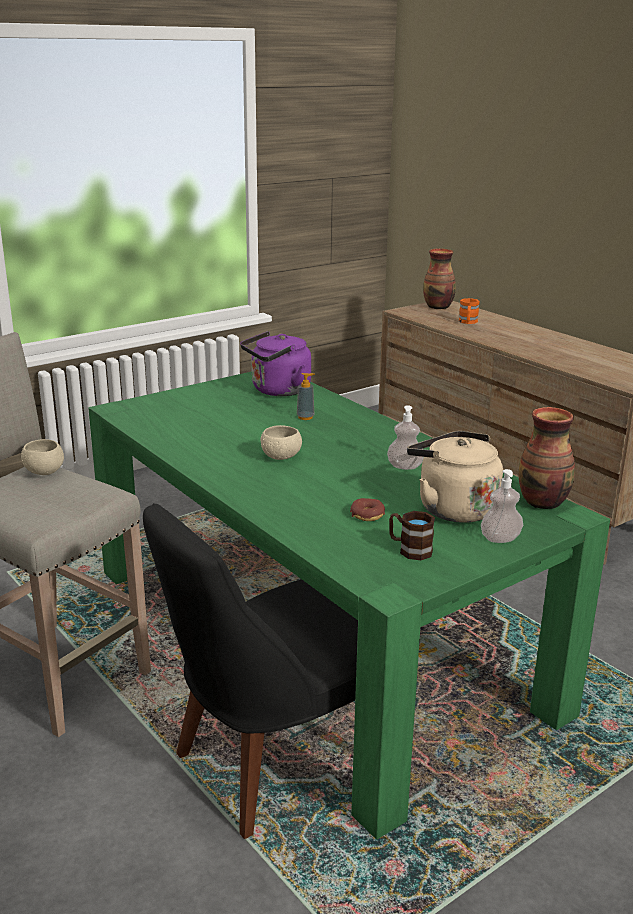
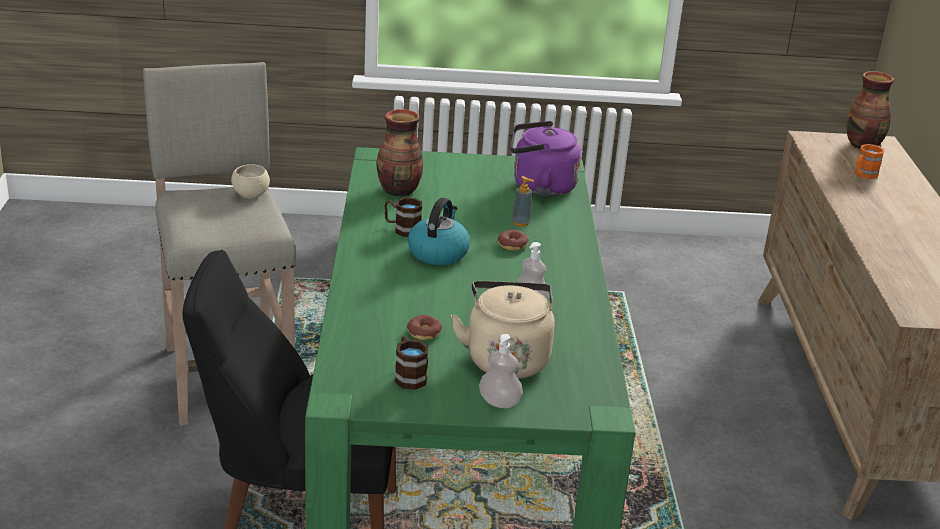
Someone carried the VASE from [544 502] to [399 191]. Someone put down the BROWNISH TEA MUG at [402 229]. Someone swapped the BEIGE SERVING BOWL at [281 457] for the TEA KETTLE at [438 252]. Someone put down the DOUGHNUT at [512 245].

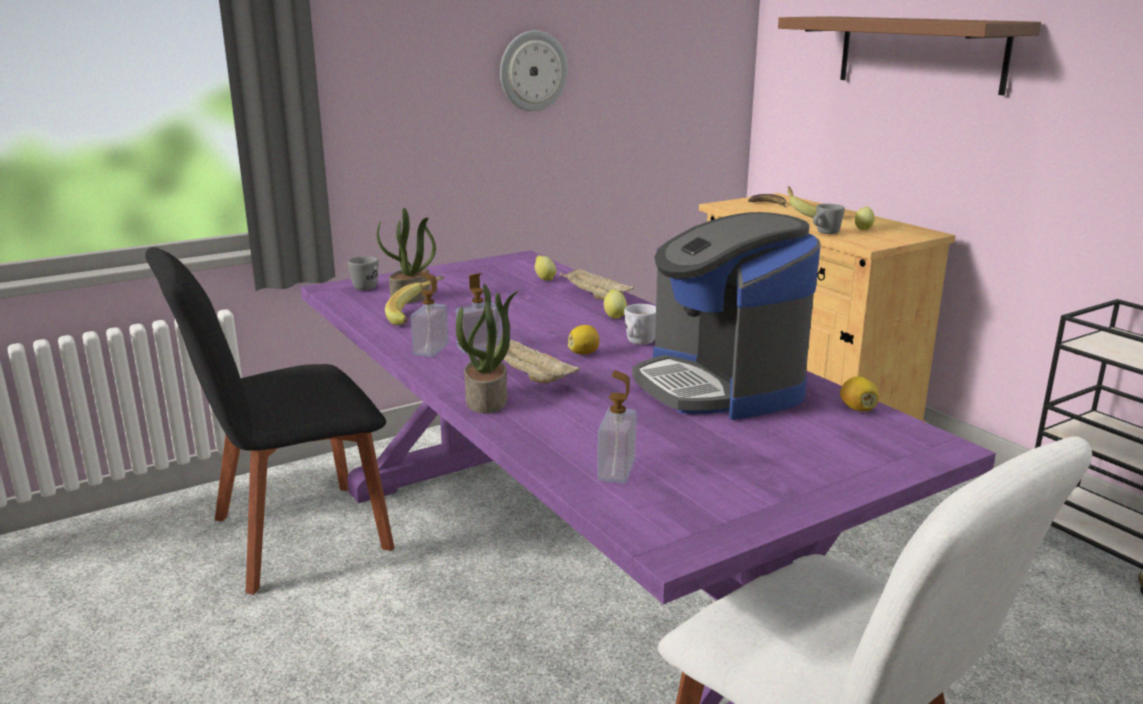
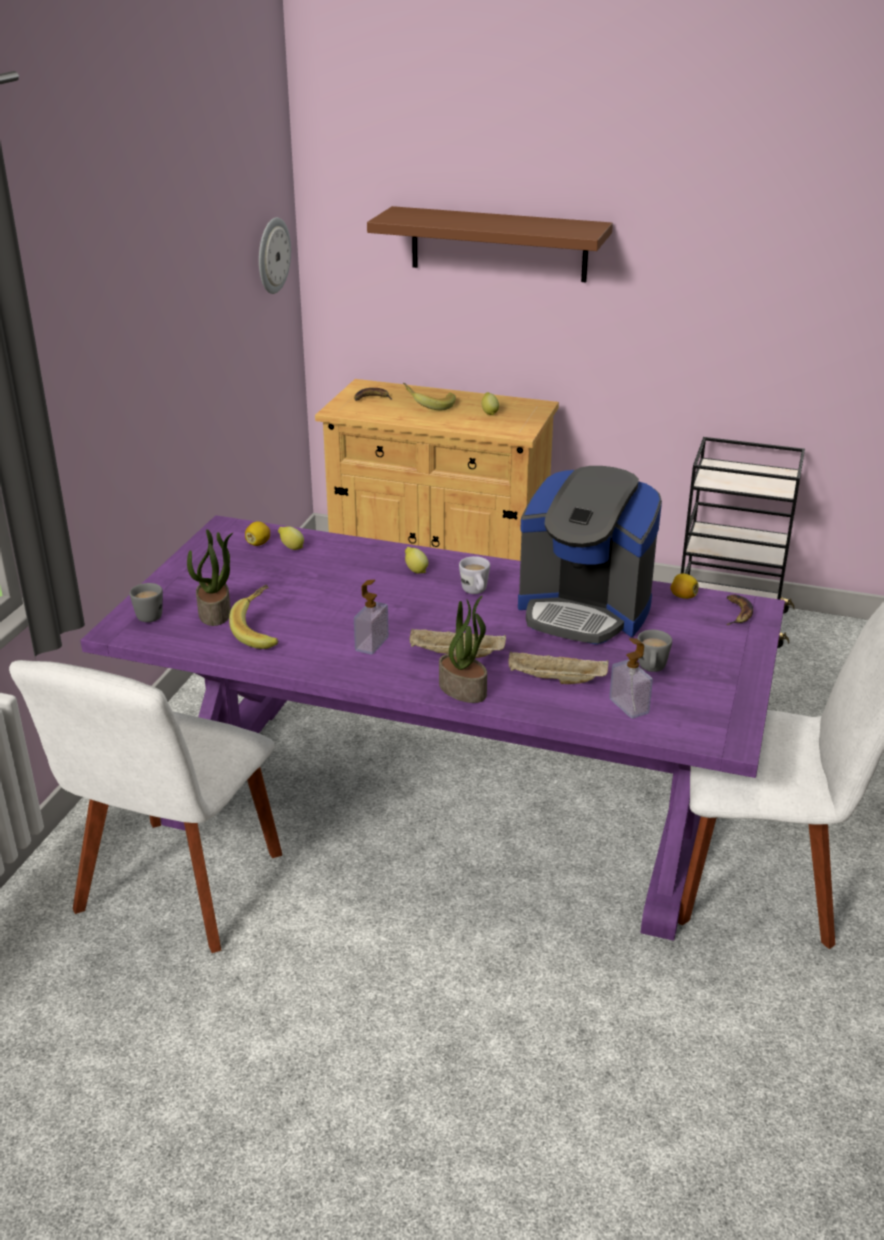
Someone repainted the BLACKISH CHAIR at [291 537], which became the WHITISH CHAIR at [175 890]. Someone carried the CITRUS FRUIT from [584 353] to [258 543]. Someone carried the HANGING CLOCK from [533 71] to [272 255]. Someone carried the BEIGE TRAY from [594 296] to [555 680]. Someone carried the GREY TEA MUG from [824 233] to [651 669]. Someone put down the WHOLE BANANA at [737 613]. Someone took away the SOAP BOTTLE at [431 349].

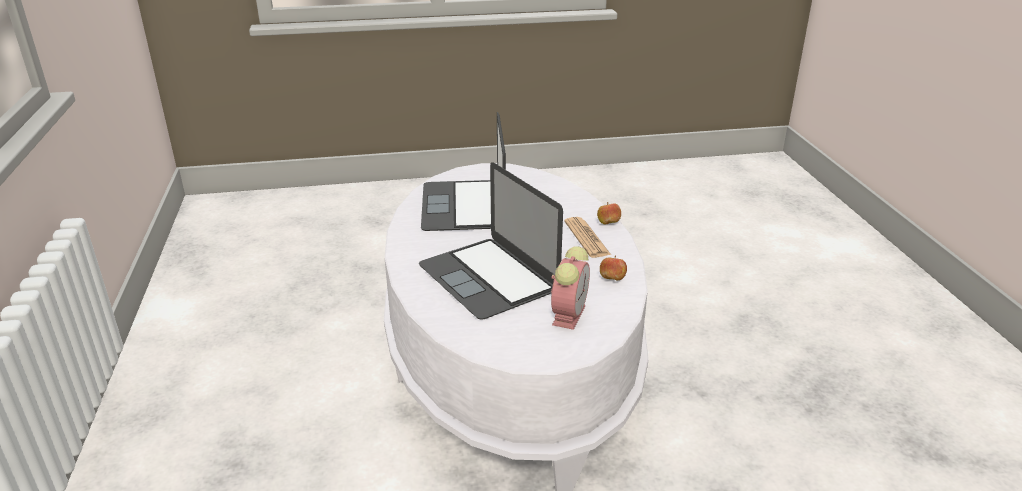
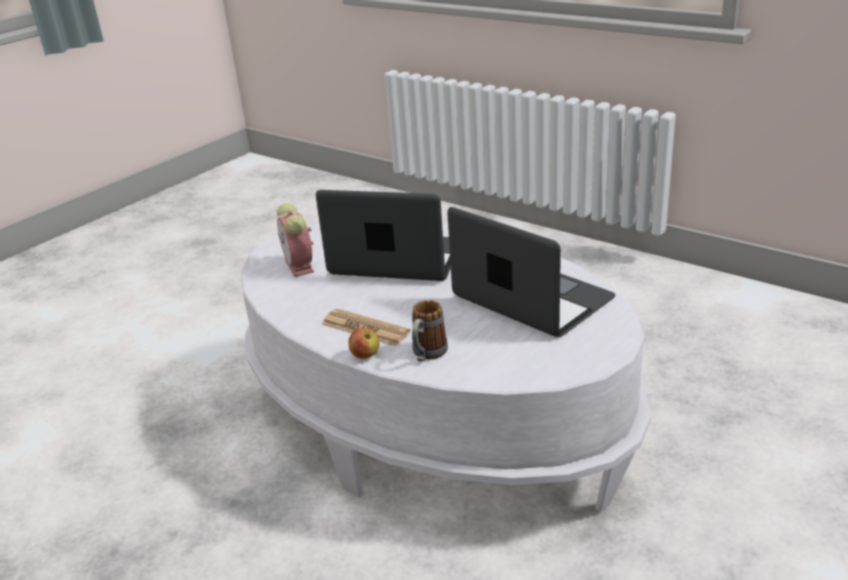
Someone put down the TEA MUG at [427 354]. Someone took away the WHOLE APPLE at [612 279].

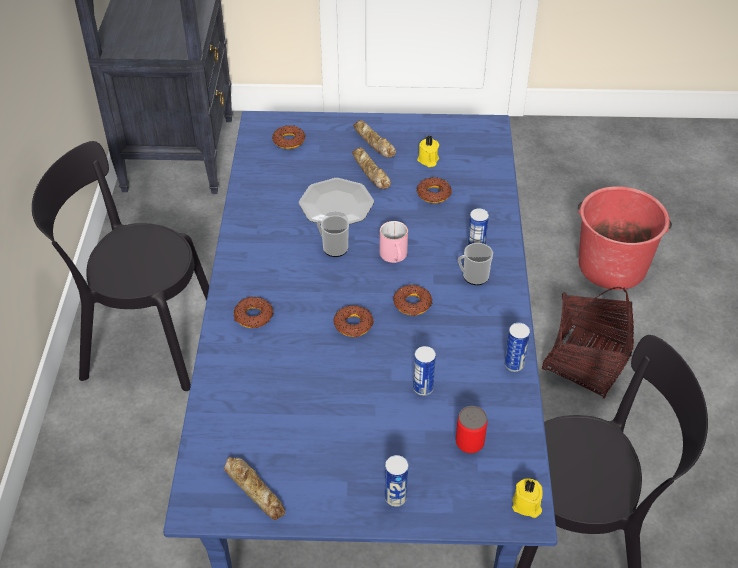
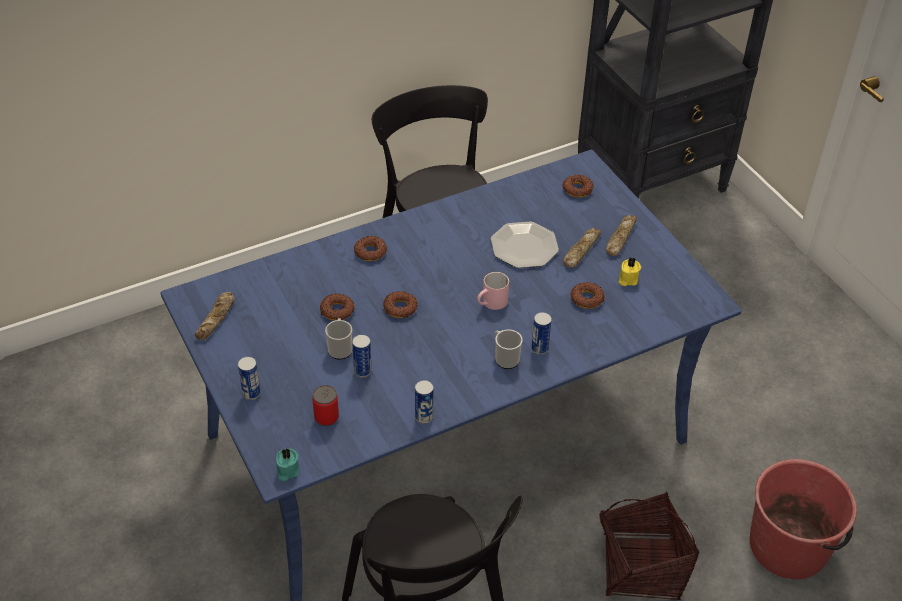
Someone repainted the YELLOW WAX LIGHT at [527 506], which became the TURQUOISE WAX LIGHT at [287 471]. Someone carried the DOUGHNUT from [412 304] to [337 310]. Someone carried the TEA MUG from [332 247] to [340 348].

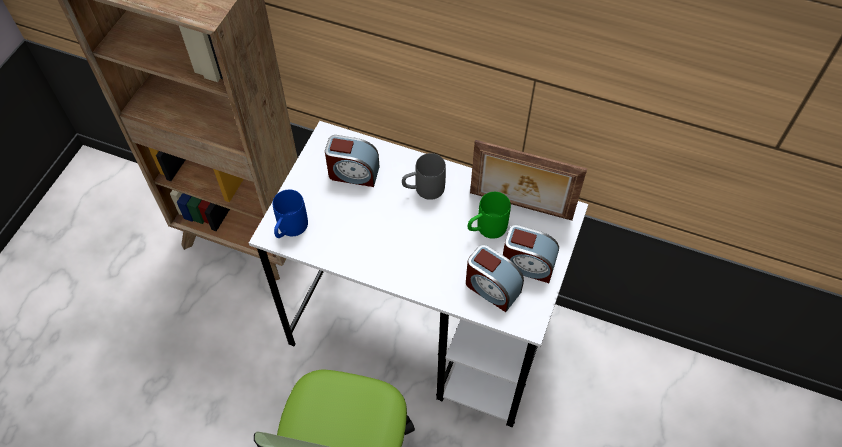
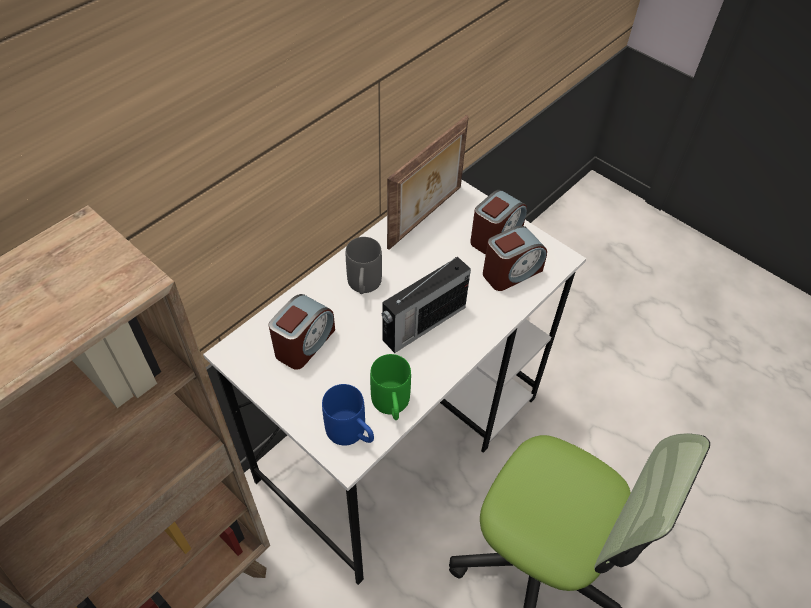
Someone carried the GREEN TEA MUG from [485 229] to [391 406]. Someone put down the RADIO at [422 324].

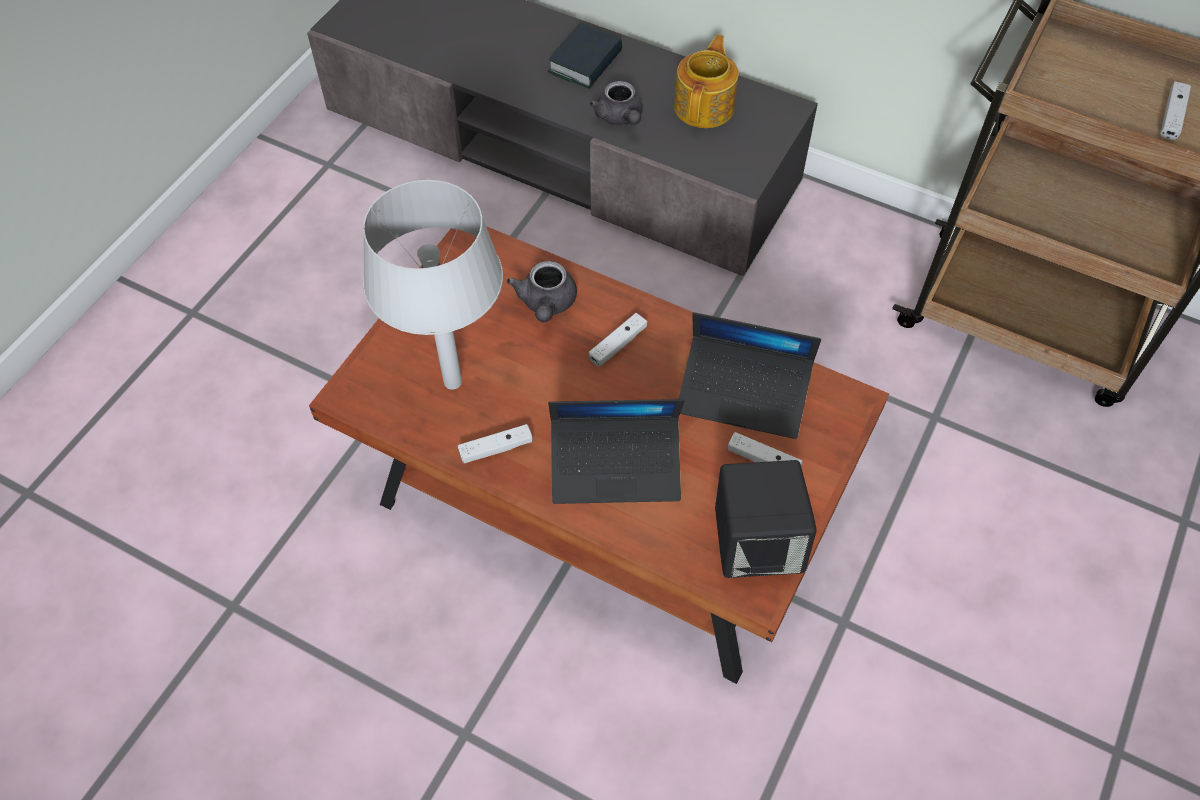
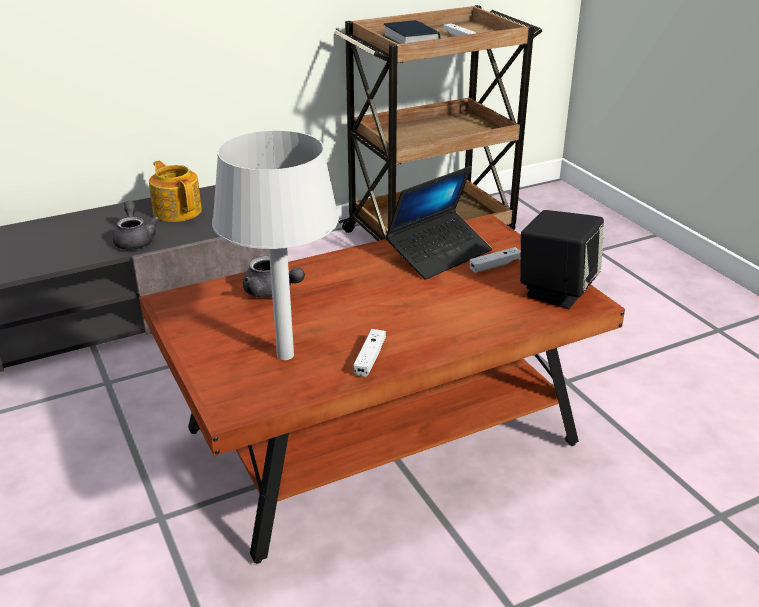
Someone rotated the GREY POT FOR TEA at [620 118] by 120 degrees counterclockwise. Someone carried the BOOK from [585 62] to [411 41]. Someone took away the LAPTOP at [616 467]. Someone took away the WHITISH GAME CONTROLLER at [618 344].

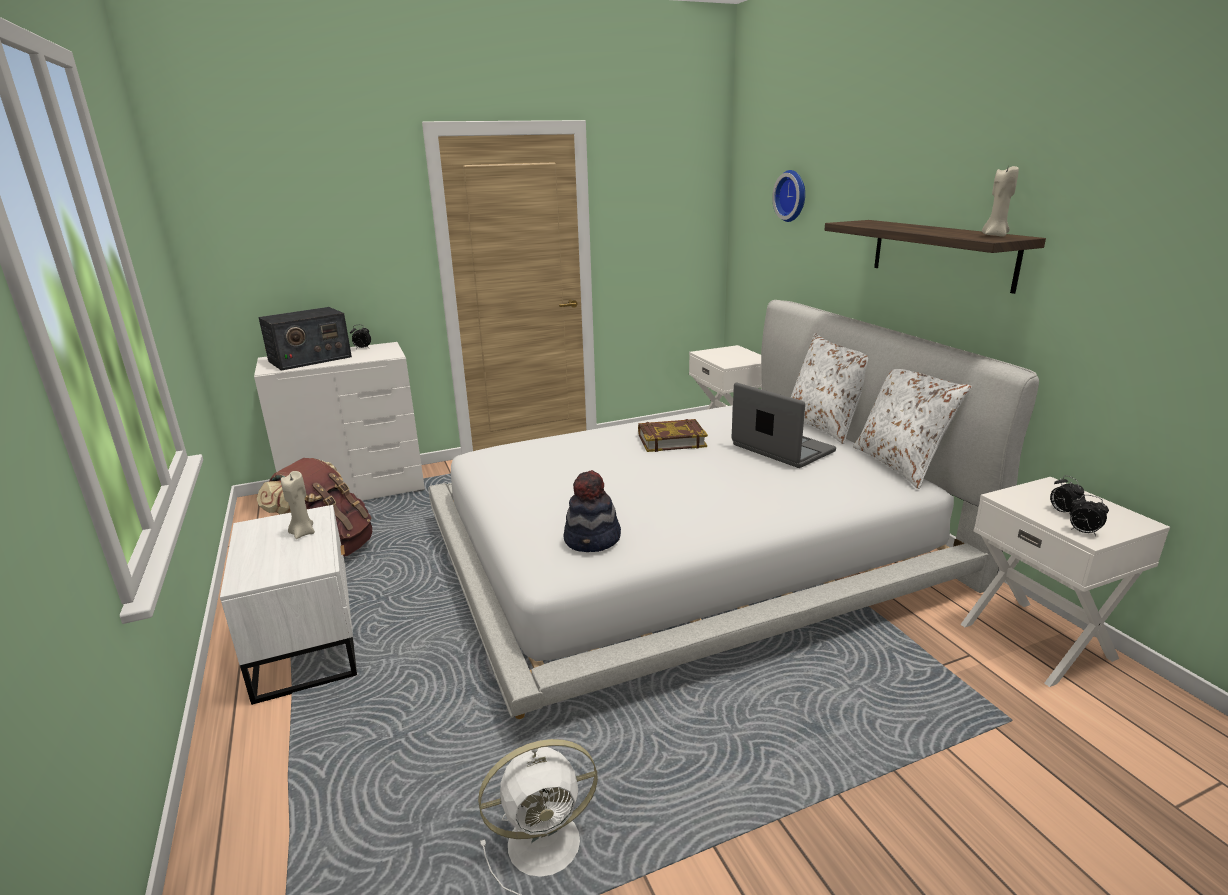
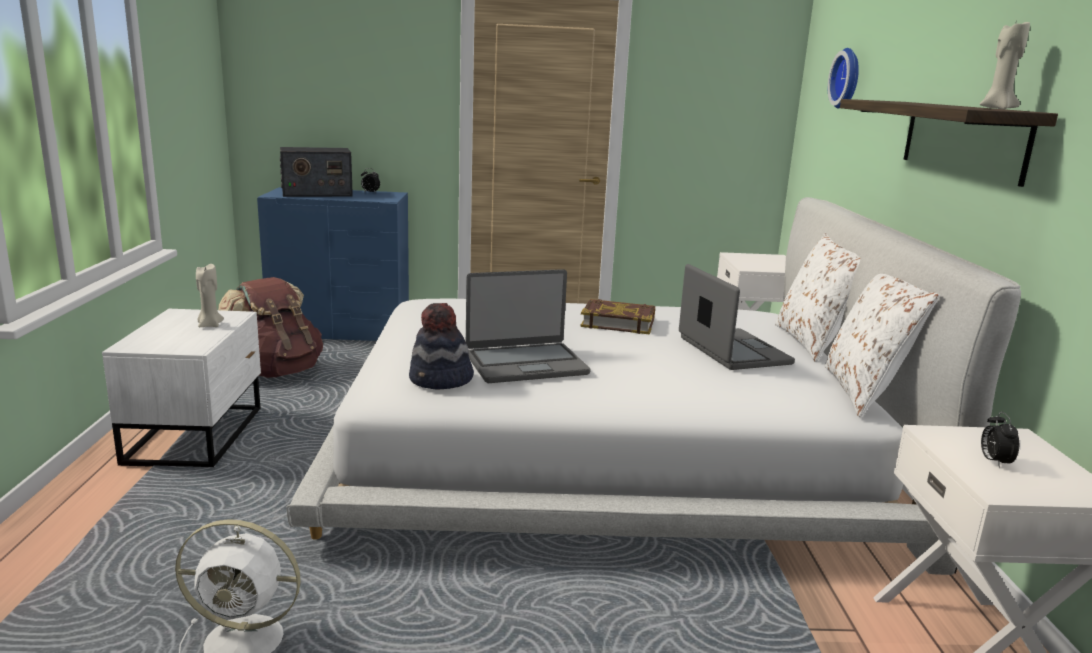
Someone repainted the WHITISH DRAWER CHEST at [356 490], which became the BLUE-COLOURED DRAWER CHEST at [341 331]. Someone put down the LAPTOP at [525 364]. Someone took away the BEDSIDE CLOCK at [1082 532].

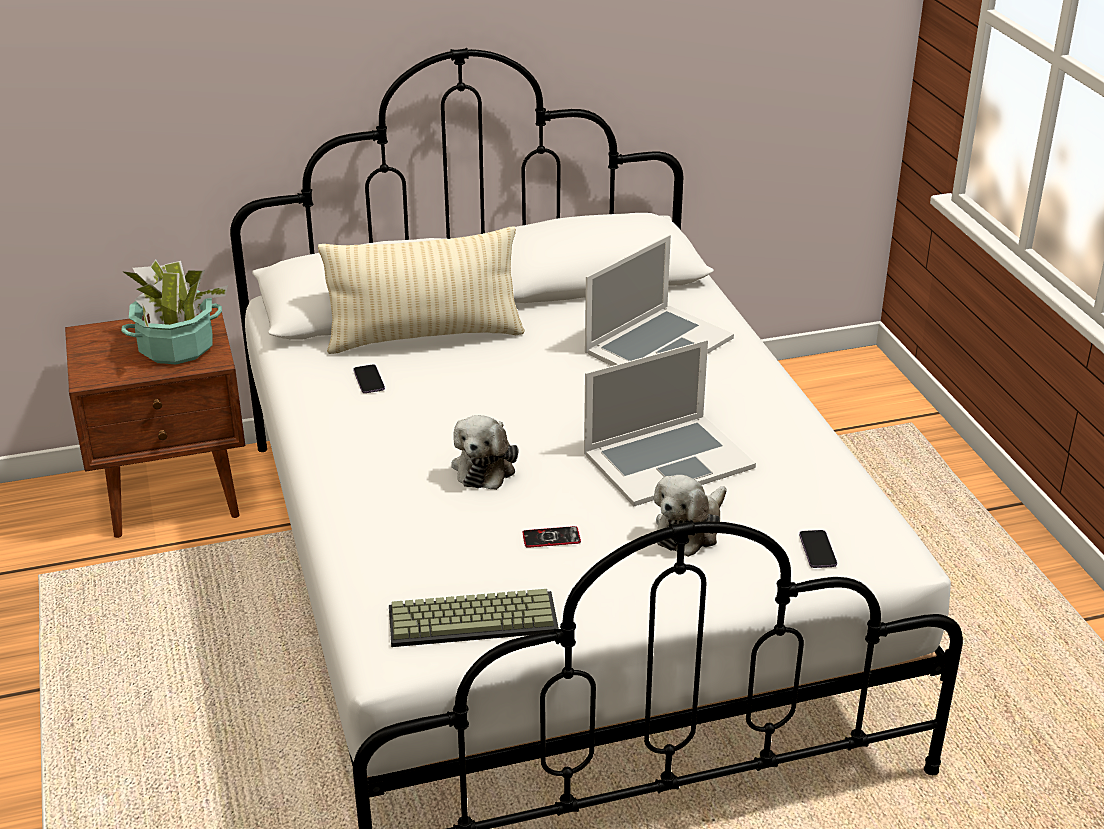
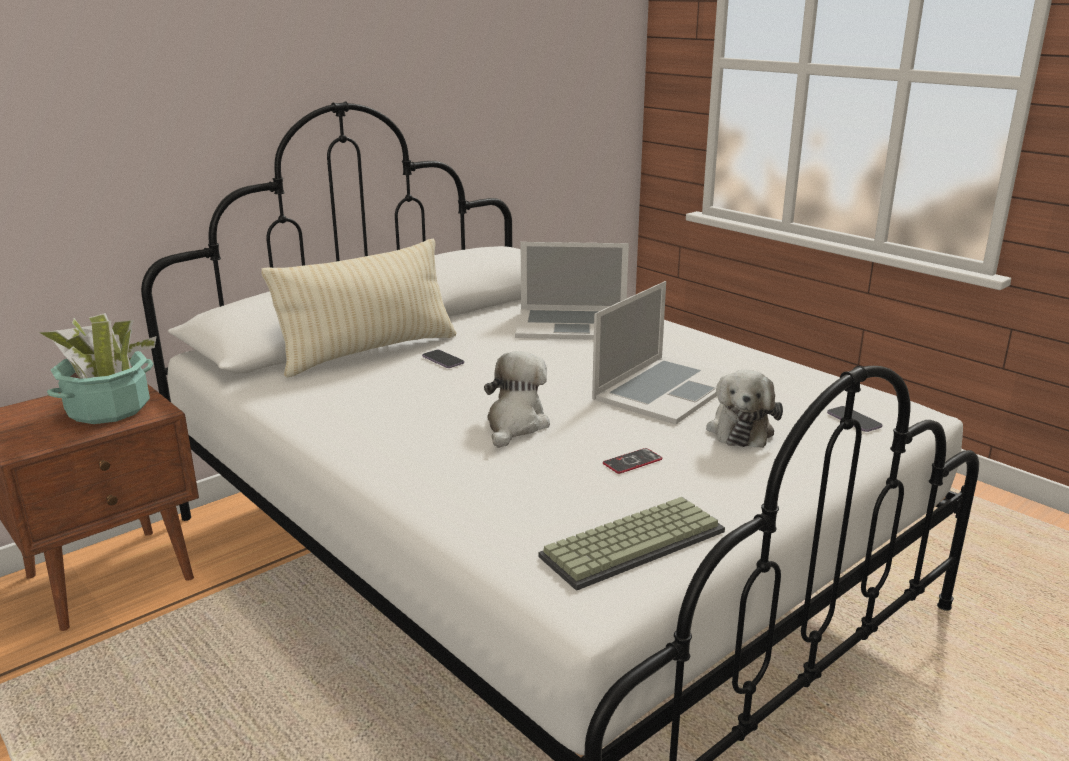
Someone carried the PHONE from [369 380] to [443 360]. Someone rotated the CUDDLY TOY at [485 466] by 150 degrees counterclockwise. Someone rotated the LAPTOP at [658 345] by 75 degrees clockwise.

